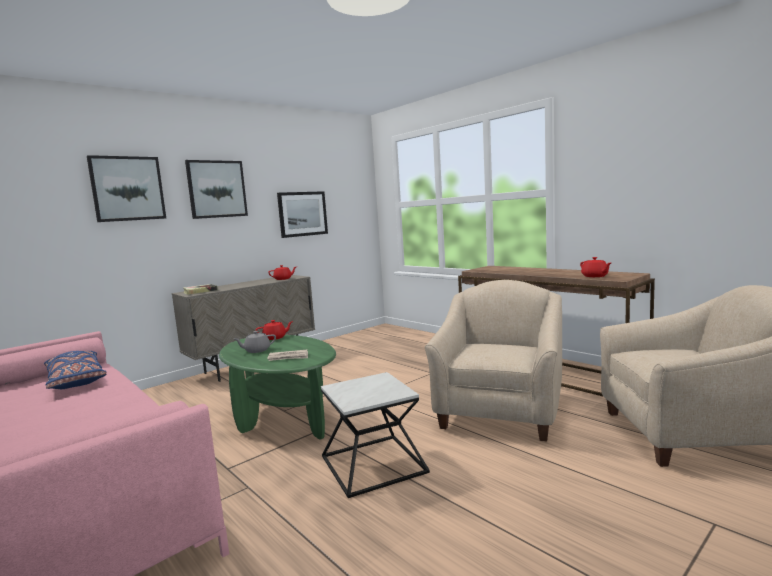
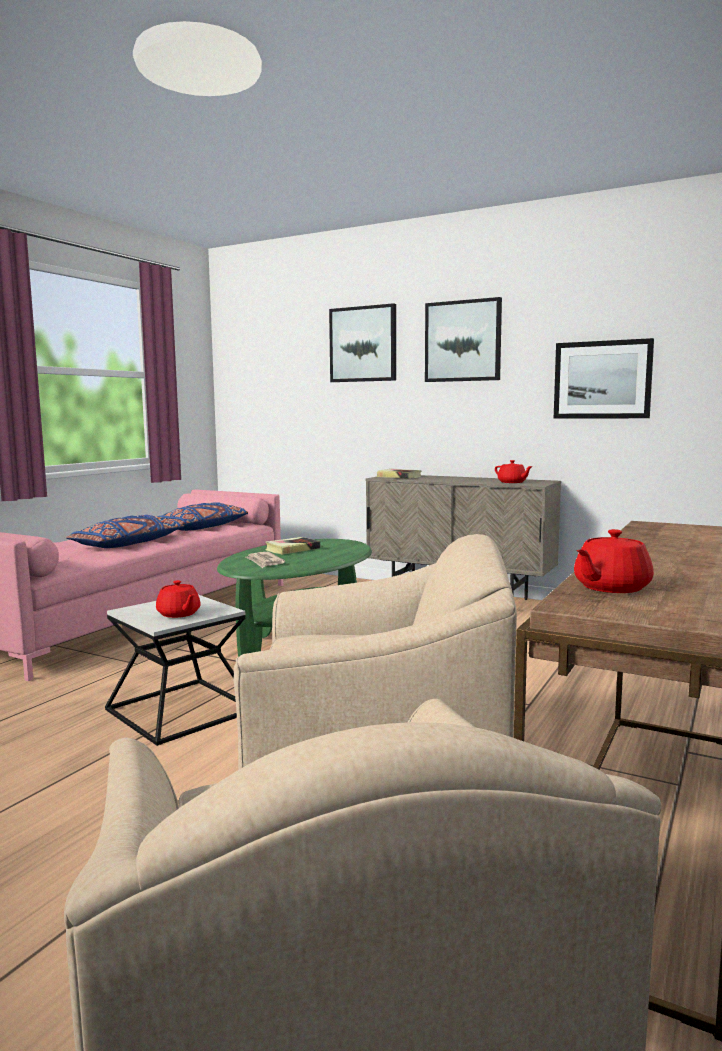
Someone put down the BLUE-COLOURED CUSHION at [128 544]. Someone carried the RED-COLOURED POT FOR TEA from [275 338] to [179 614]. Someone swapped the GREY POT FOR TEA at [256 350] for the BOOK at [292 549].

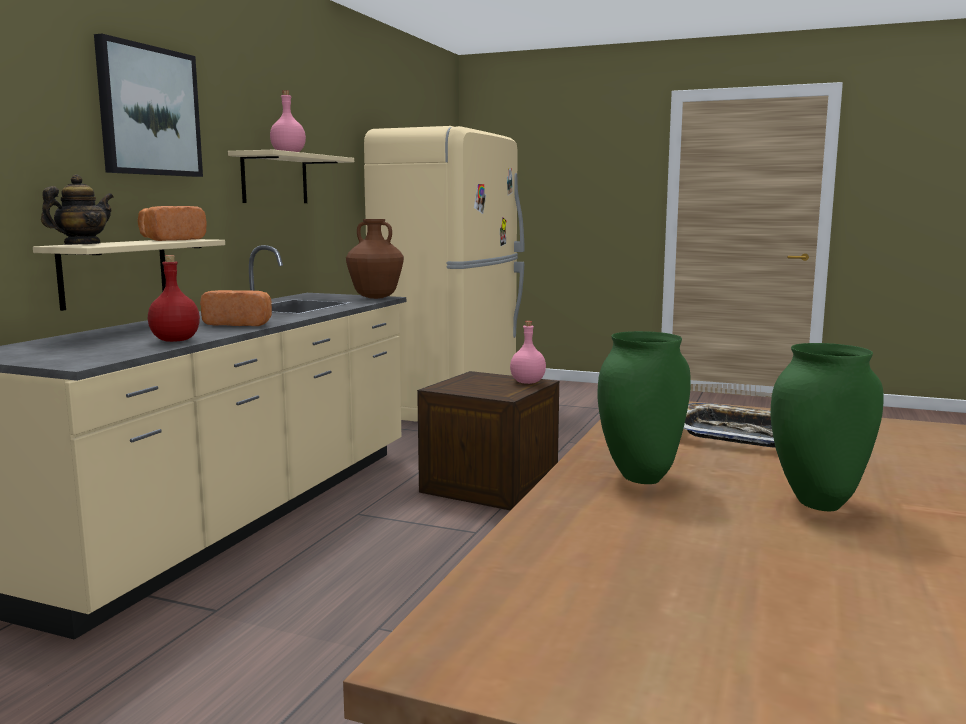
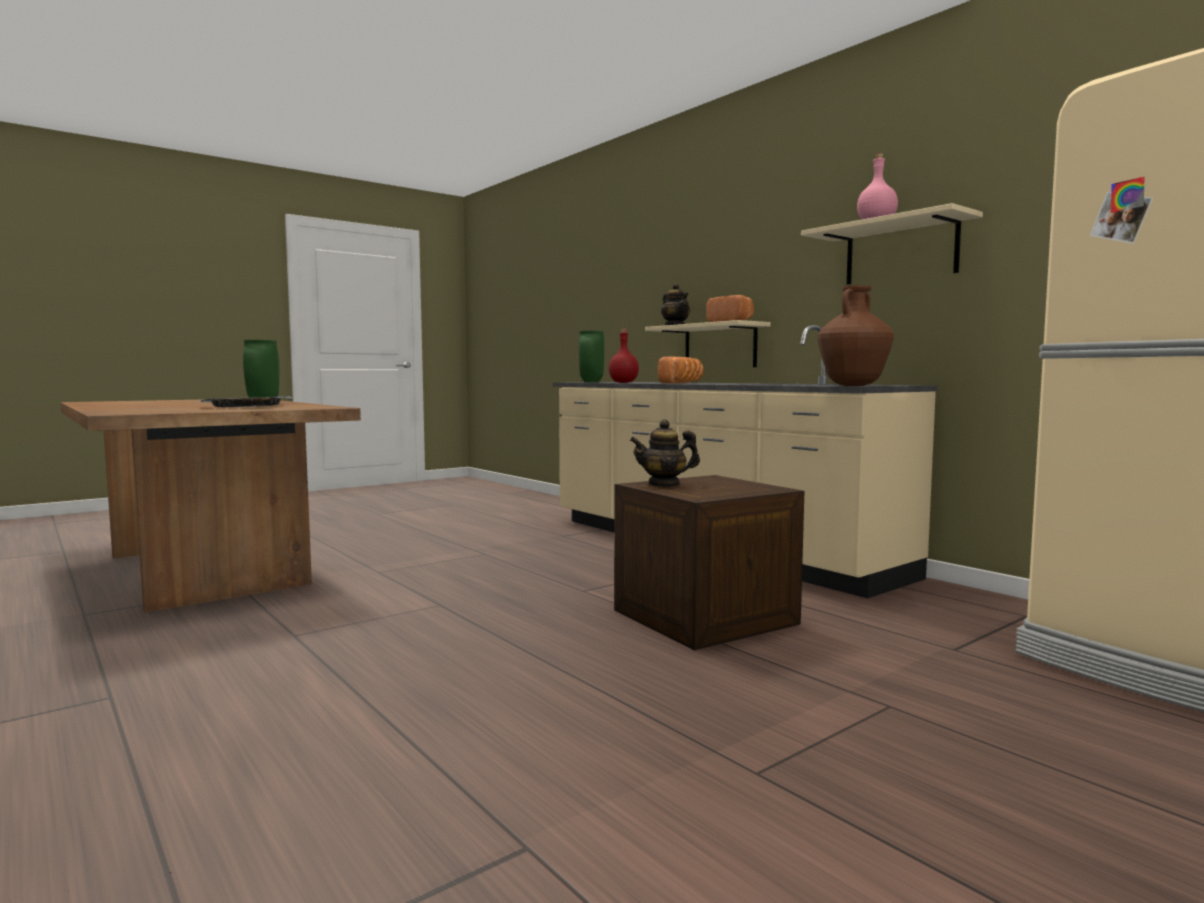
Someone carried the GREEN VASE from [819 504] to [590 382]. Someone put down the POT FOR TEA at [664 484]. Someone took away the WALL PICTURE at [149 111]. Someone took away the PINK BEVERAGE BOTTLE at [527 382].

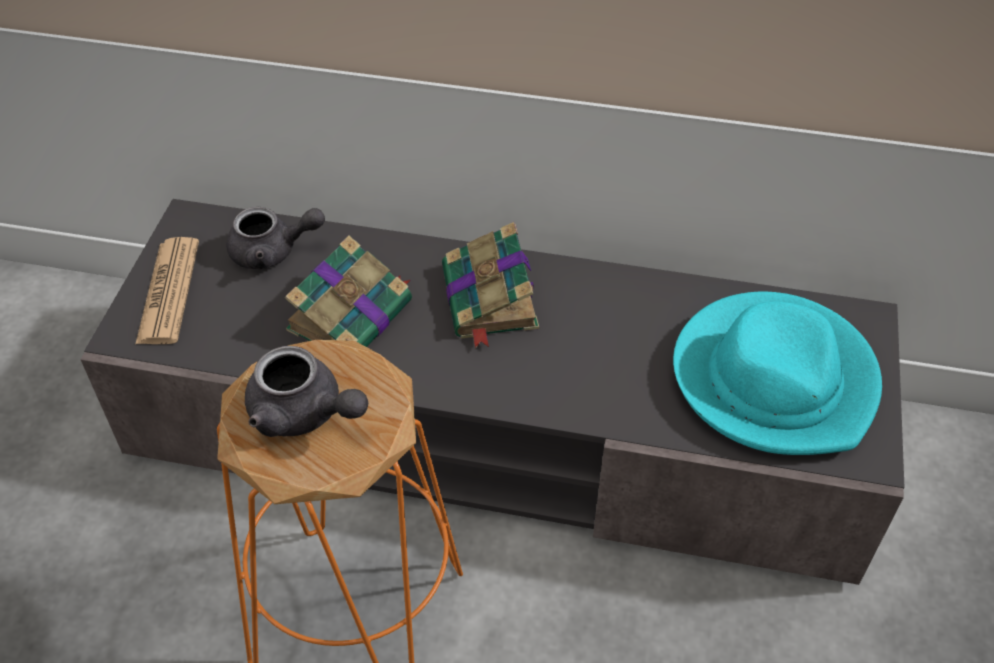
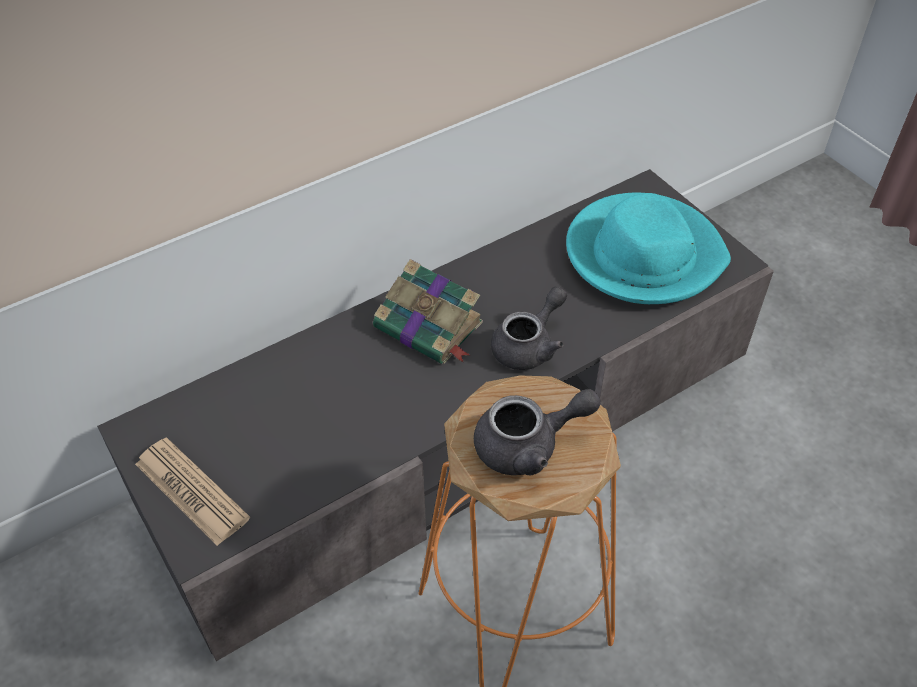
Someone carried the GREY POT FOR TEA from [273 252] to [529 345]. Someone took away the BOOK at [352 314].

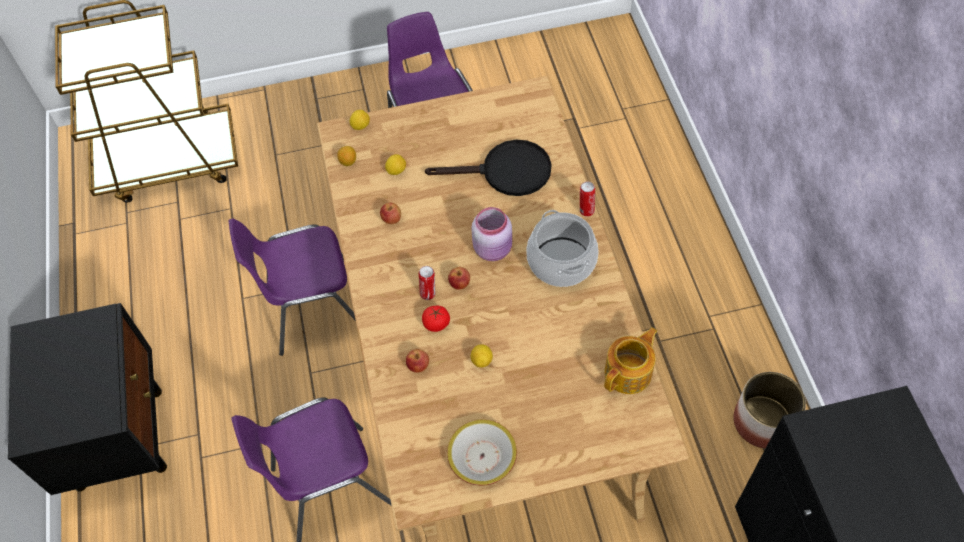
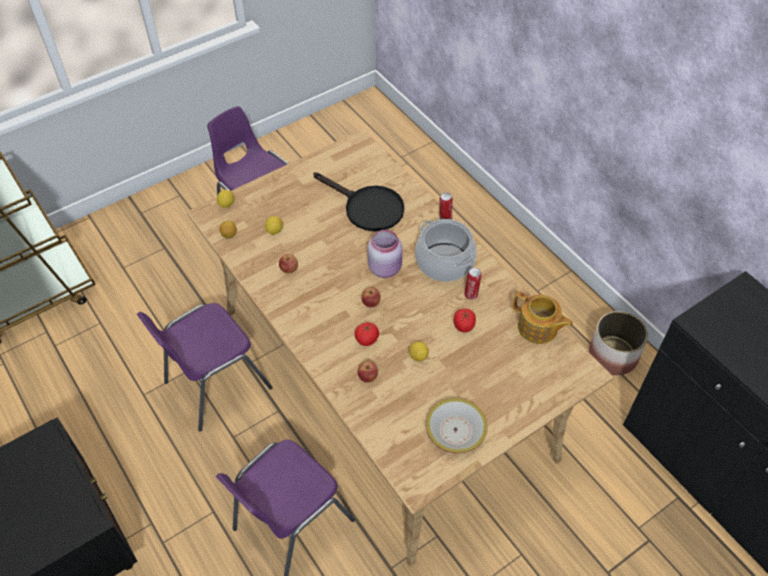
Someone rotated the BLACKISH FRYING PAN at [506 172] by 60 degrees clockwise. Someone put down the TOMATO at [464 326]. Someone carried the METAL CAN from [428 293] to [471 294]. Someone rotated the POT FOR TEA at [629 372] by 105 degrees clockwise.

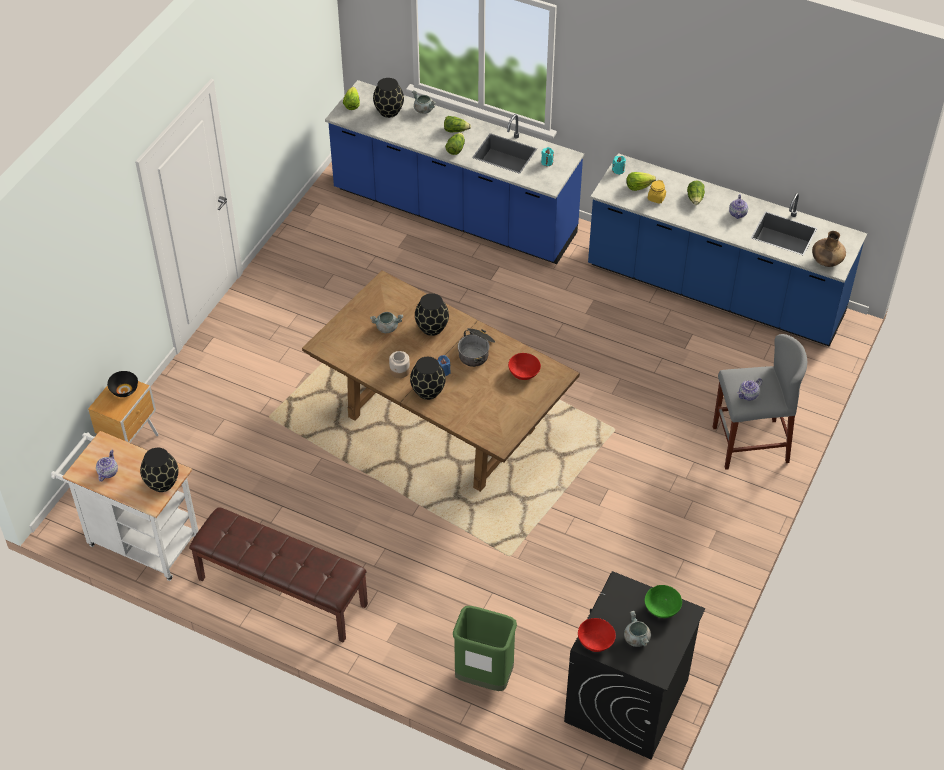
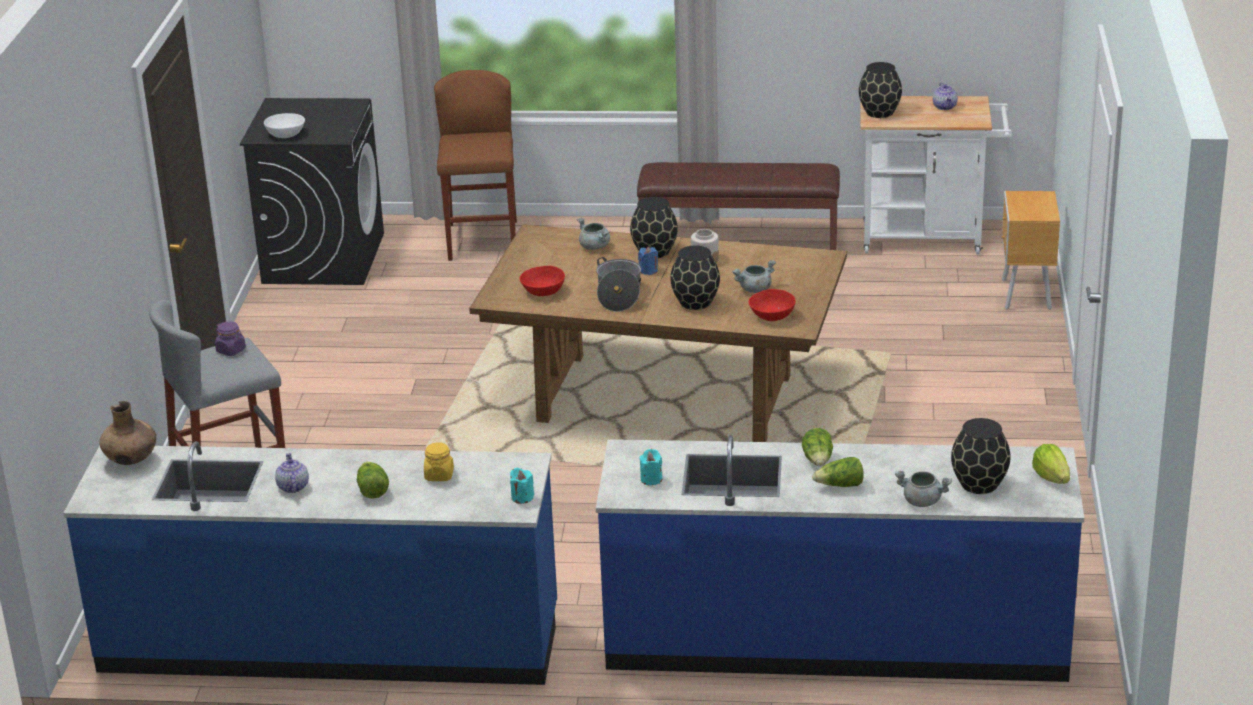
Someone swapped the POT FOR TEA at [748 395] for the PURPLE PRESERVE JAR at [231 350]. Someone repainted the GREEN SERVING BOWL at [662 608], which became the WHITISH SERVING BOWL at [285 134]. Someone swapped the GREEN TRASH CAN at [484 677] for the BROWNISH STOOL at [482 240]. Someone carried the GREY COOKING POT from [636 638] to [595 247]. Someone carried the RED-COLOURED SERVING BOWL from [595 641] to [772 316]. Someone took away the BLACKISH SERVING BOWL at [125 390]. Someone took away the LETTUCE HEAD at [638 186].

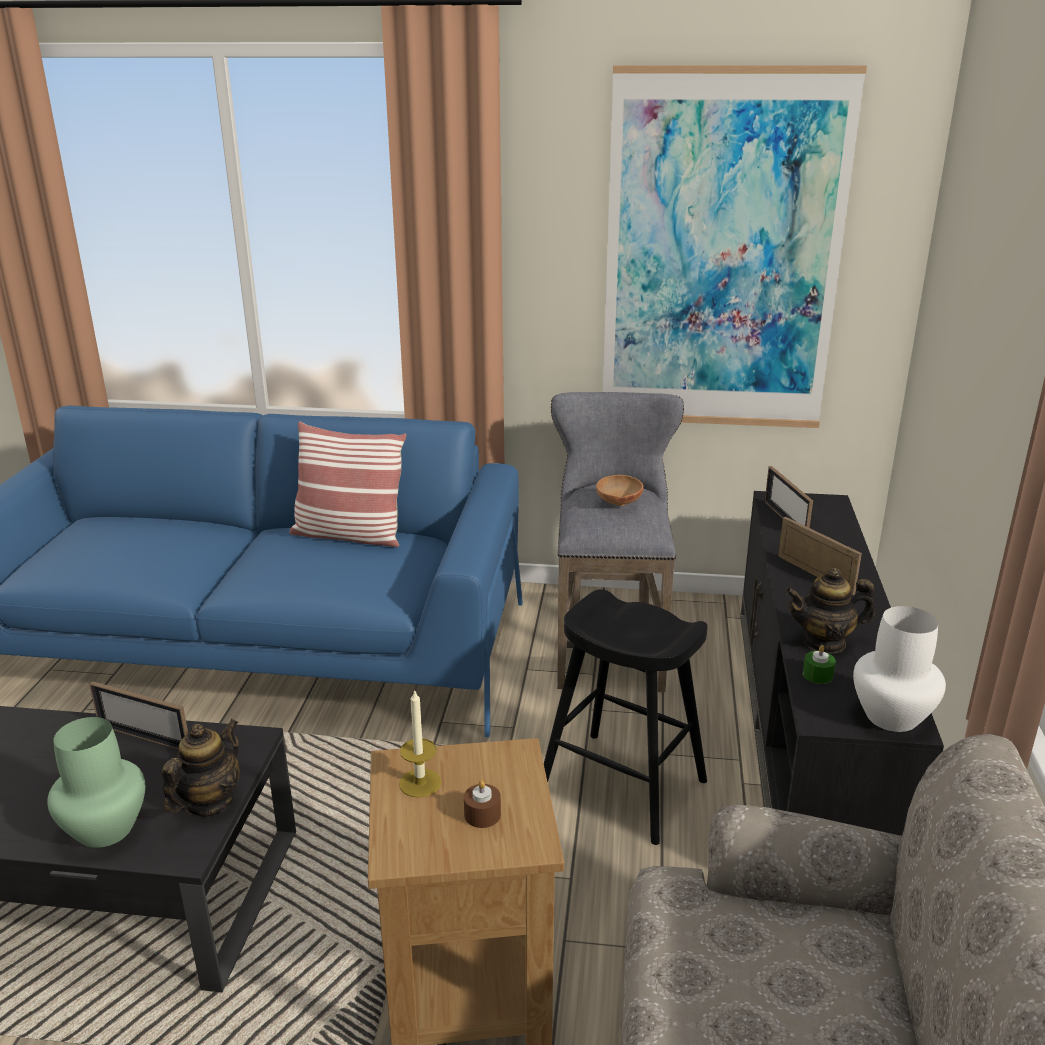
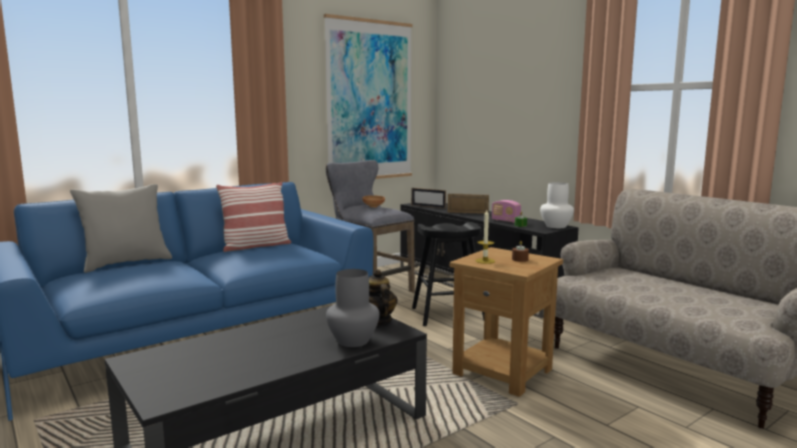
Someone put down the GREY CUSHION at [126 263]. Someone repainted the GREEN VASE at [104 830], which became the GREY VASE at [353 341]. Someone swapped the POT FOR TEA at [824 642] for the RADIO at [505 221]. Someone took away the STANDING FRAME at [144 737].

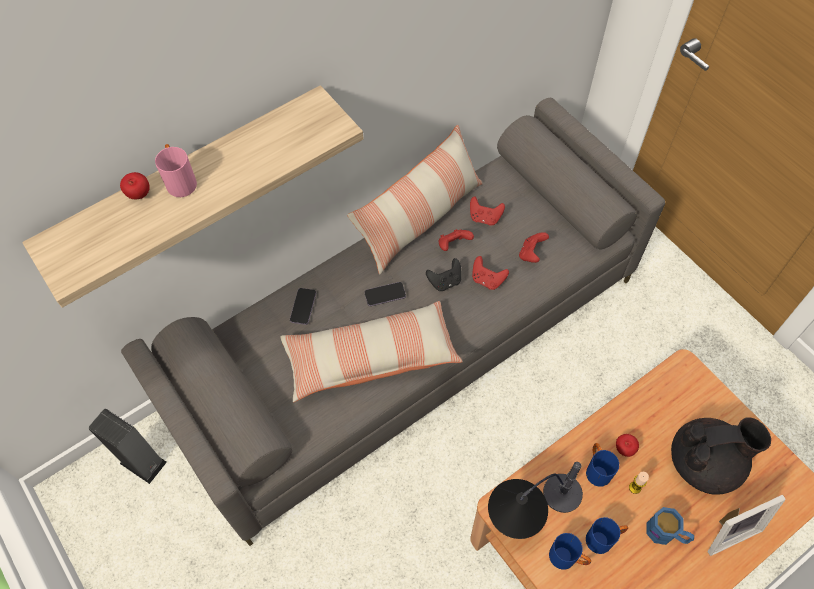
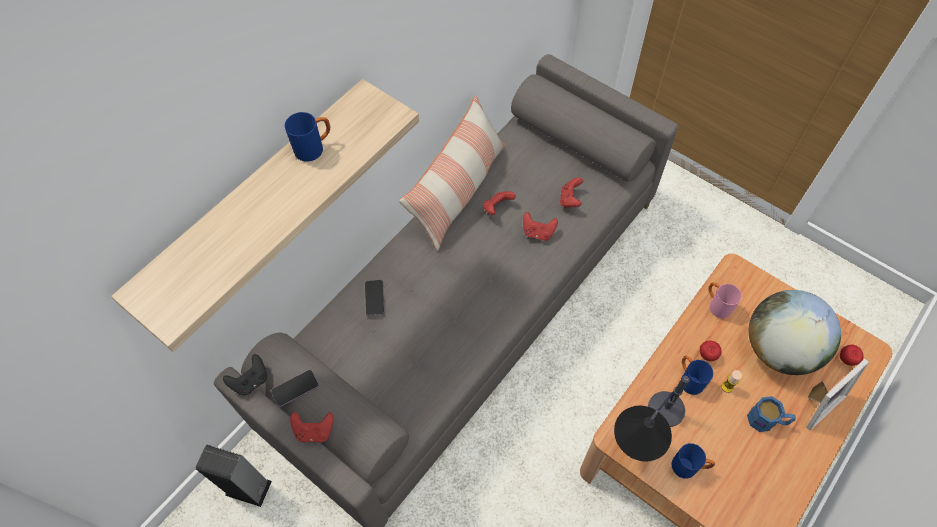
Someone carried the BLACKISH GAME CONTROLLER from [445 281] to [251 381]. Someone carried the PHONE from [385 294] to [295 388]. Someone carried the BLUE-COLOURED TEA MUG from [604 539] to [314 148]. Someone carried the RED-COLOURED GAME CONTROLLER from [485 218] to [314 431]. Someone carried the PINK TEA MUG from [180 181] to [716 305]. Someone swapped the BLACKISH POT FOR TEA at [705 463] for the DESK GLOBE at [779 349]. Someone carried the WHOLE APPLE from [139 195] to [846 360]. Someone took away the CUSHION at [370 358].

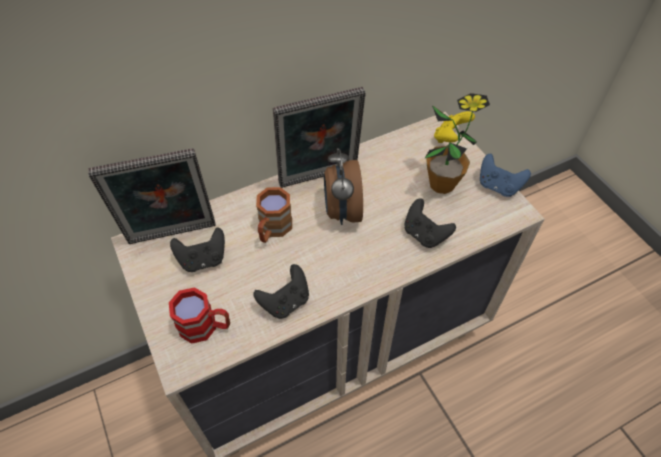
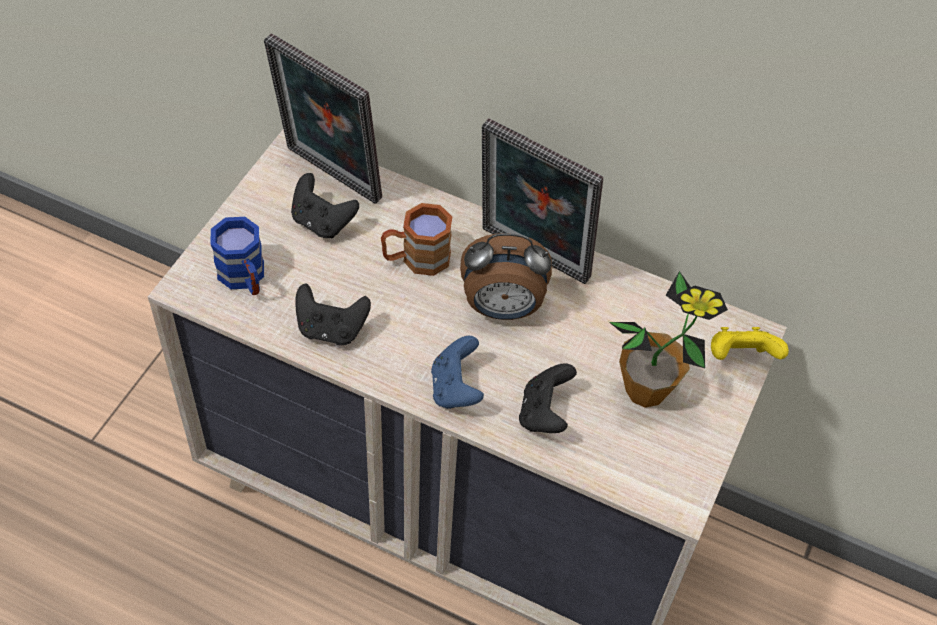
Someone repainted the RED-COLOURED TEA MUG at [205 327], which became the BLUE-COLOURED TEA MUG at [245 278]. Someone carried the BLUE-COLOURED GAME CONTROLLER from [498 186] to [455 388]. Someone rotated the BEDSIDE CLOCK at [341 211] by 135 degrees counterclockwise.

